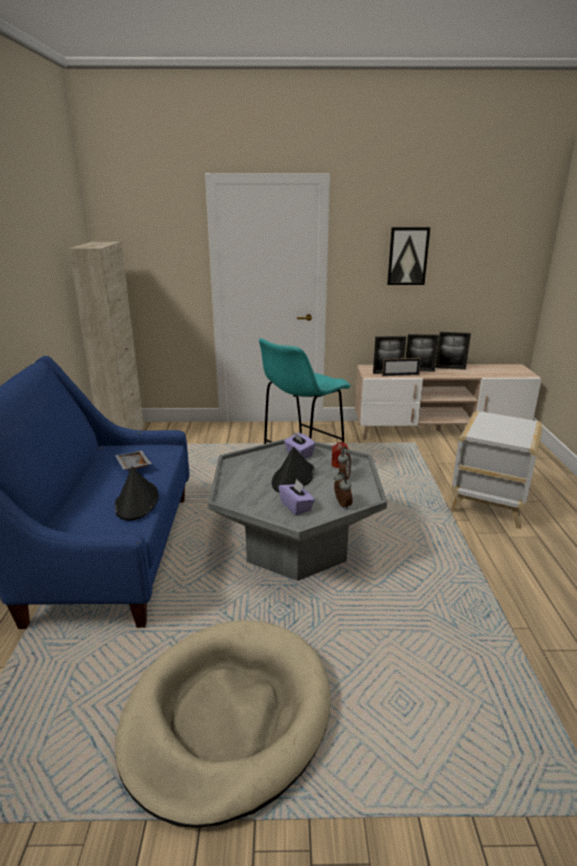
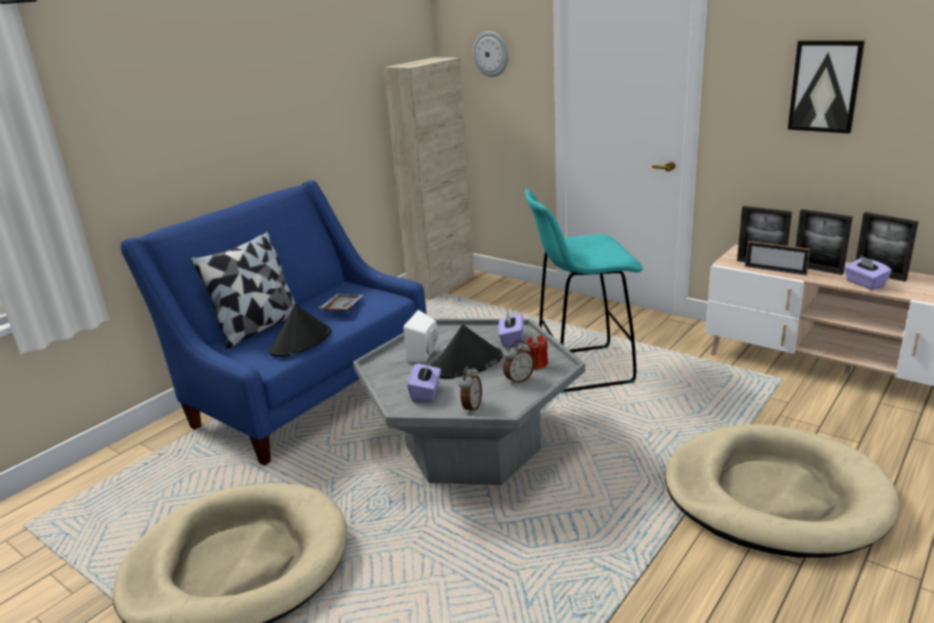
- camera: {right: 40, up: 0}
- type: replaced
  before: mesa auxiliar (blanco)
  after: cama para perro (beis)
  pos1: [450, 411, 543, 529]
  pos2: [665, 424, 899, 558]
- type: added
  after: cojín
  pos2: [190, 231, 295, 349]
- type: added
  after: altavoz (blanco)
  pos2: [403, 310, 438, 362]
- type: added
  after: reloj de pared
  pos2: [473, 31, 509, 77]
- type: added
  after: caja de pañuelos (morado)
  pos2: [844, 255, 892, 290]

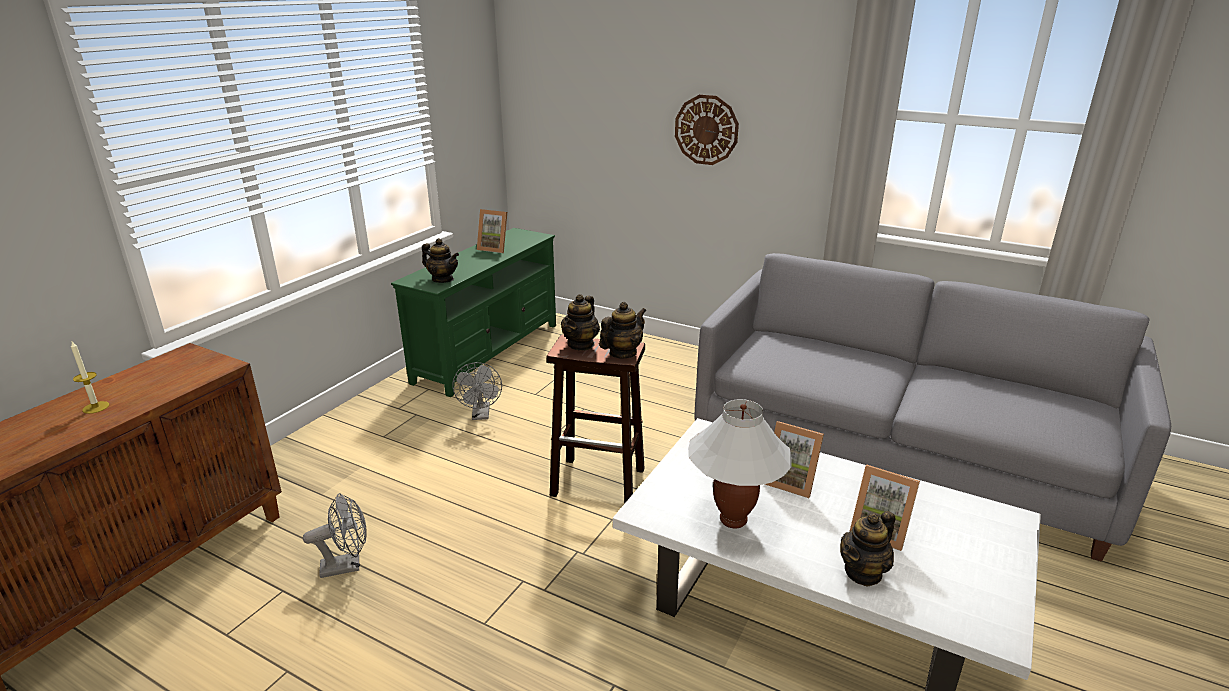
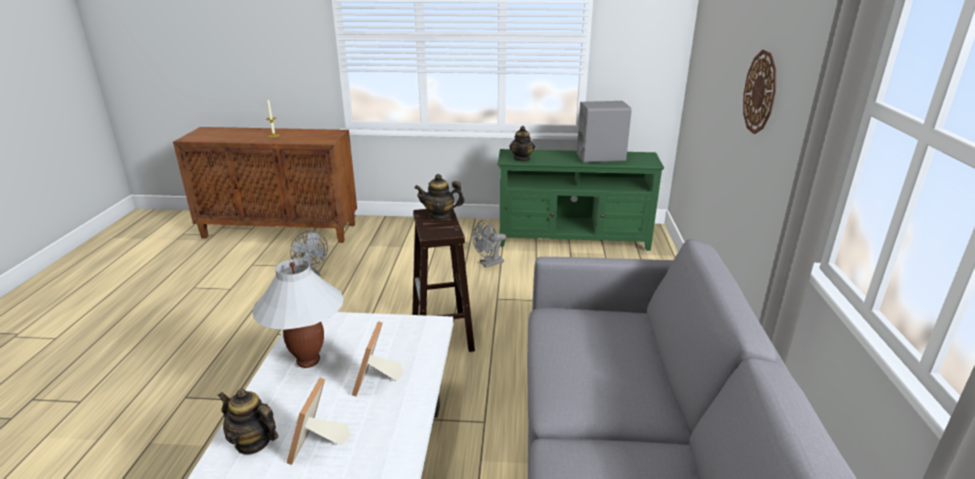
- camera: {right: 65, up: 0}
- type: replaced
  before: portarretratos
  after: altavoz (gris)
  pos1: [477, 209, 507, 253]
  pos2: [577, 101, 632, 163]
- type: removed
  before: tetera
  pos1: [599, 302, 647, 358]

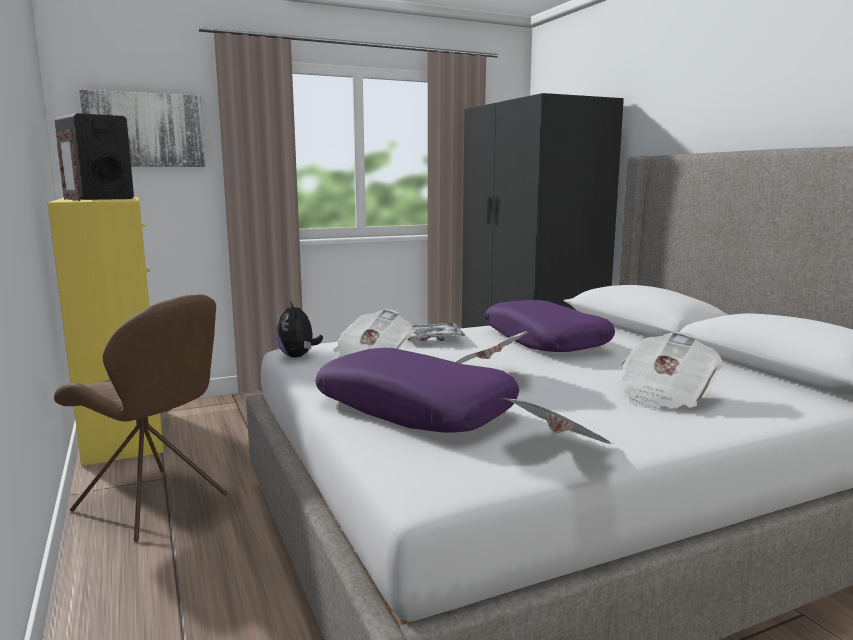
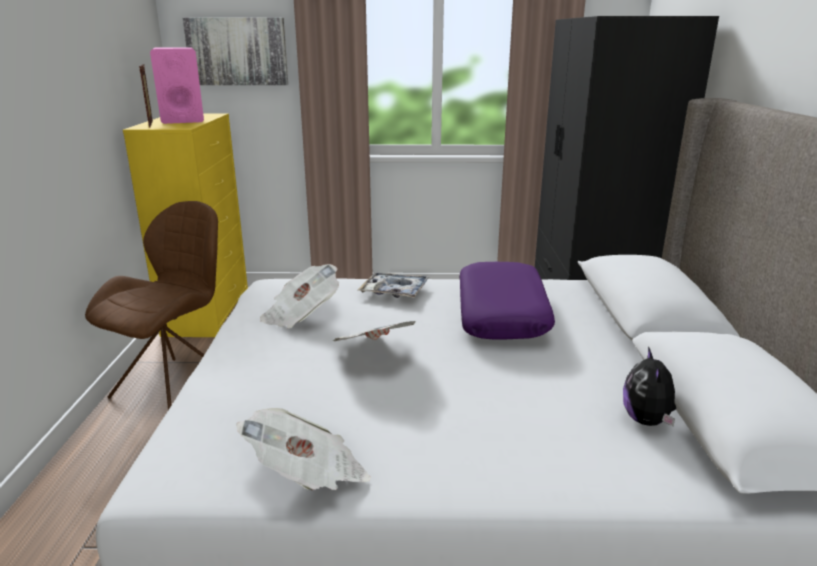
- camera: {right: 25, up: 10}
- type: turned
  before: silla (marrón)
  pos1: [54, 294, 227, 542]
  pos2: [85, 201, 218, 410]
  turn: -120
- type: recoloured
  before: altavoz (negro)
  after: altavoz (rosa)
  pos1: [55, 113, 134, 200]
  pos2: [150, 48, 204, 124]
- type: moved
  before: peluche
  pos1: [276, 301, 323, 357]
  pos2: [623, 346, 676, 426]
- type: removed
  before: cojín (morado)
  pos1: [315, 348, 519, 433]
- type: removed
  before: periódico
  pos1: [622, 332, 723, 408]

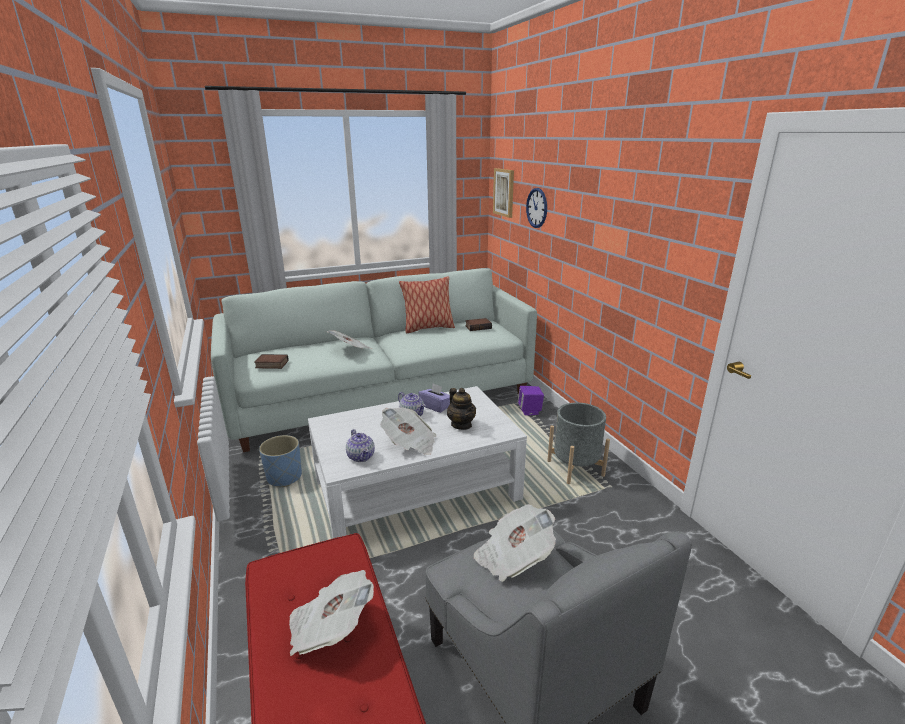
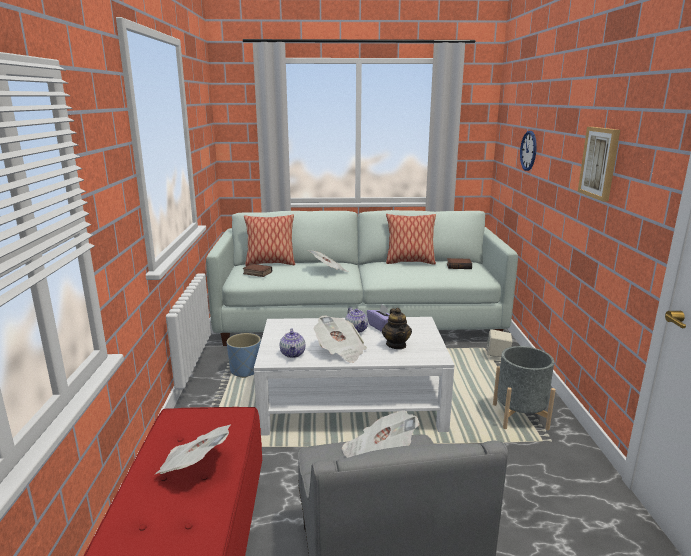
- camera: {right: 20, up: -5}
- type: moved
  before: cuadro
  pos1: [493, 168, 514, 218]
  pos2: [578, 127, 620, 202]
- type: recoloured
  before: altavoz (morado)
  after: altavoz (beis)
  pos1: [518, 386, 544, 416]
  pos2: [487, 329, 512, 361]
- type: added
  after: cojín
  pos2: [244, 215, 295, 266]

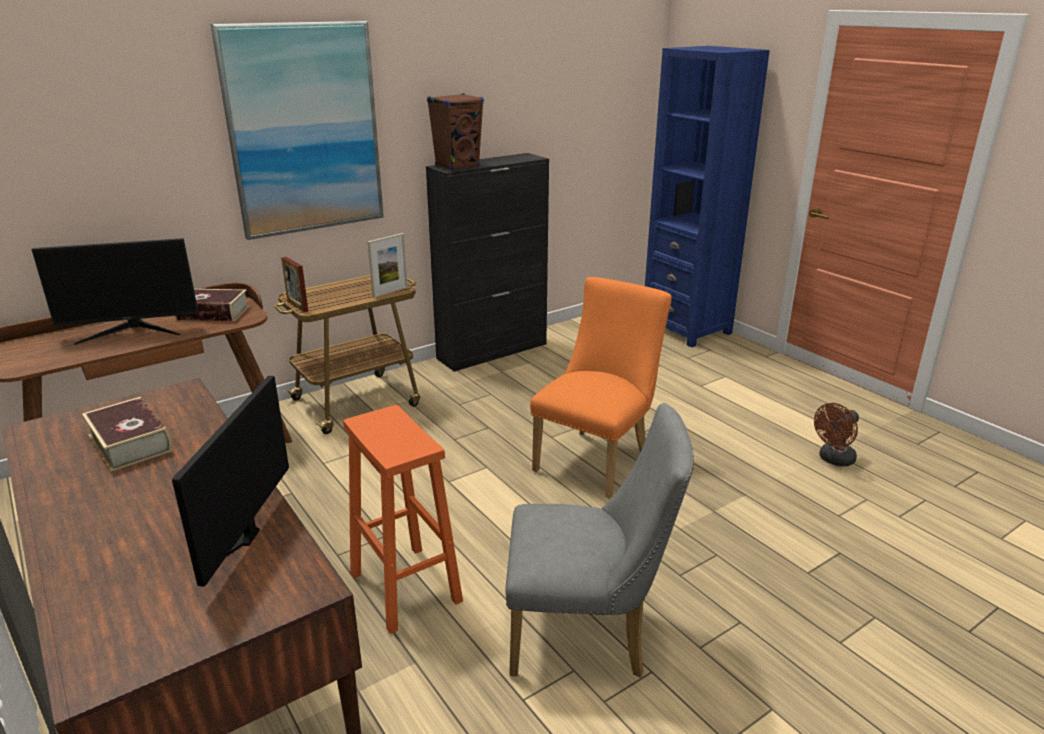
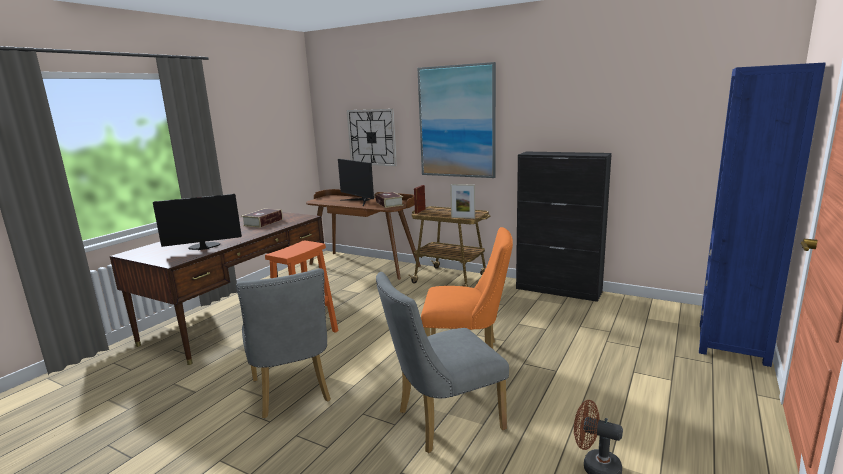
- camera: {right: 65, up: -10}
- type: removed
  before: altavoz (marrón)
  pos1: [427, 93, 484, 171]
- type: added
  after: reloj de pared
  pos2: [347, 109, 397, 166]
- type: added
  after: silla (gris)
  pos2: [376, 272, 509, 453]

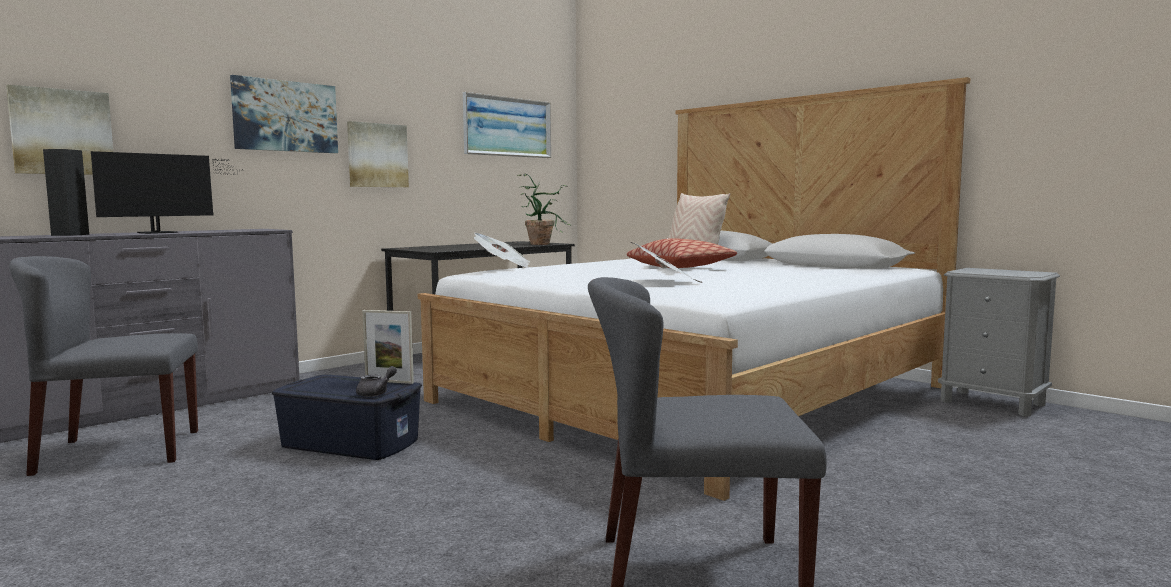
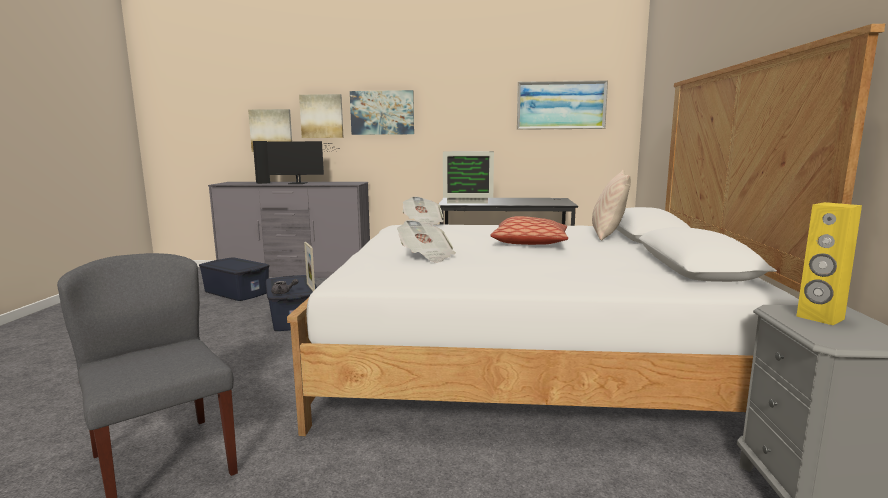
- camera: {right: 50, up: 5}
- type: replaced
  before: silla (gris)
  after: caja de almacenaje (azul)
  pos1: [9, 256, 198, 476]
  pos2: [199, 257, 270, 301]
- type: moved
  before: cuadro
  pos1: [347, 121, 409, 187]
  pos2: [299, 94, 343, 138]
- type: removed
  before: planta en maceta
  pos1: [517, 174, 572, 245]
- type: added
  after: monitor
  pos2: [443, 151, 494, 204]
- type: added
  after: altavoz (amarillo)
  pos2: [796, 202, 862, 325]

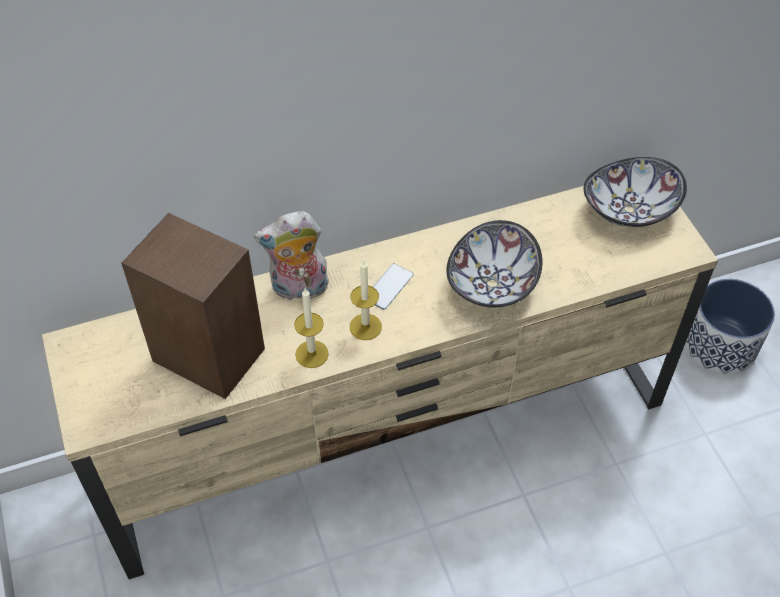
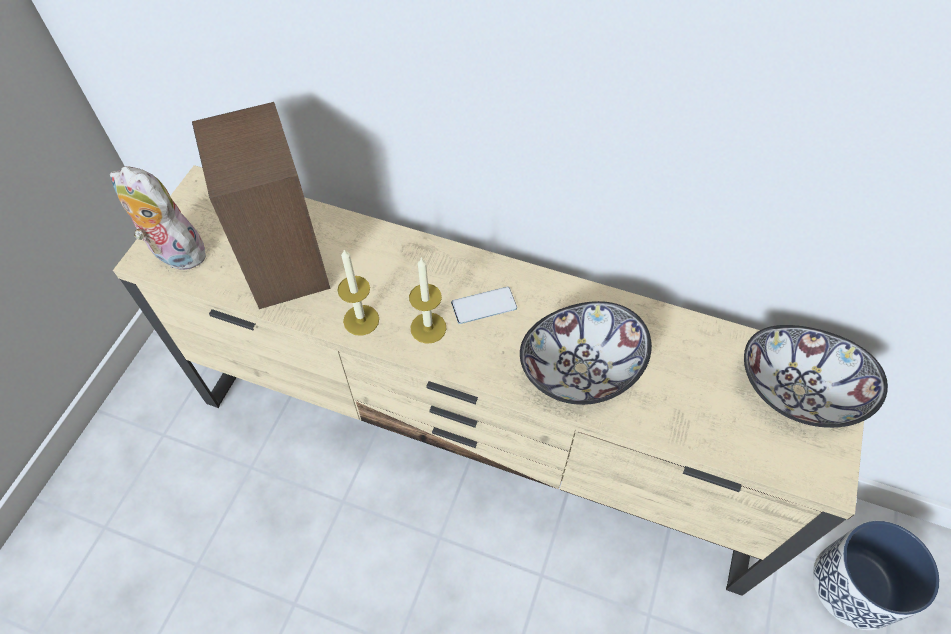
- camera: {right: 40, up: 5}
- type: moved
  before: peluche
  pos1: [254, 211, 329, 300]
  pos2: [110, 167, 206, 270]

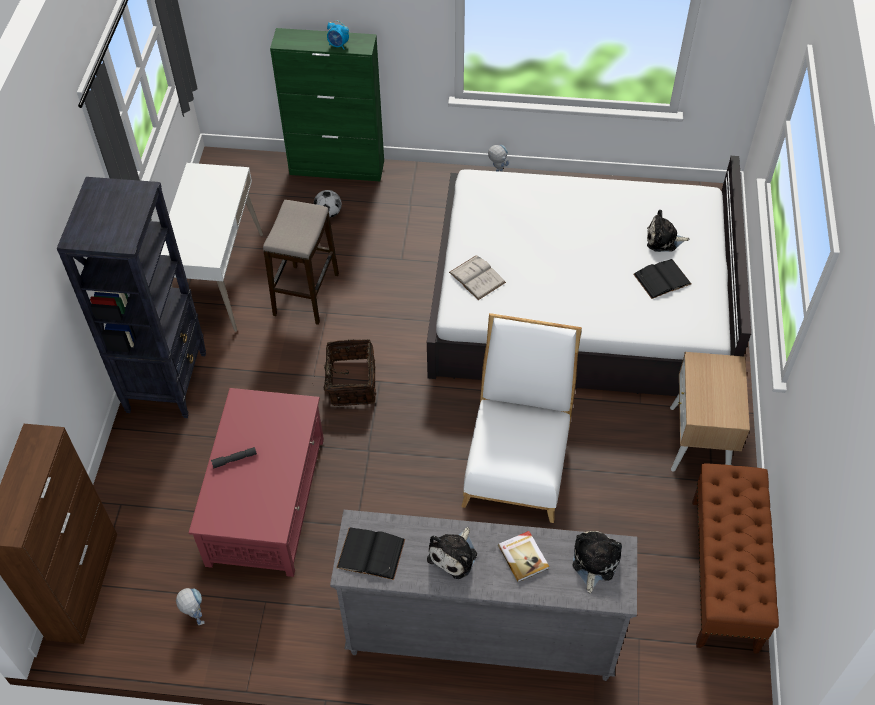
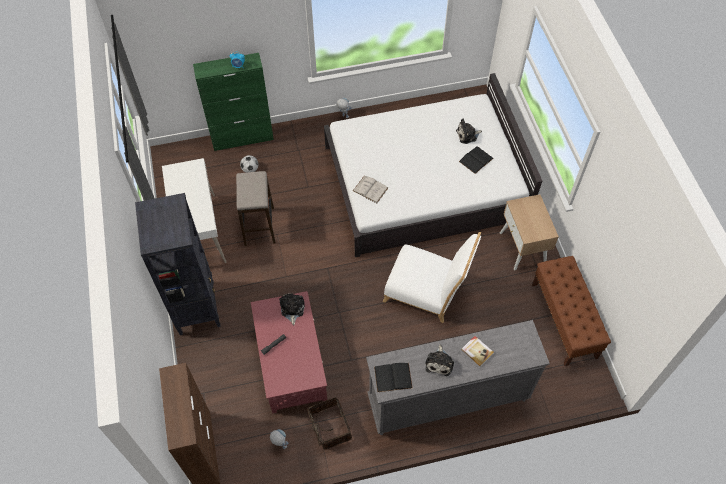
- camera: {right: -20, up: 5}
- type: moved
  before: cesta
  pos1: [312, 339, 376, 406]
  pos2: [307, 397, 352, 449]
- type: turned
  before: silla (blanco)
  pos1: [461, 313, 582, 523]
  pos2: [383, 232, 481, 323]
  turn: 120
- type: moved
  before: peluche
  pos1: [572, 531, 622, 593]
  pos2: [279, 293, 305, 325]

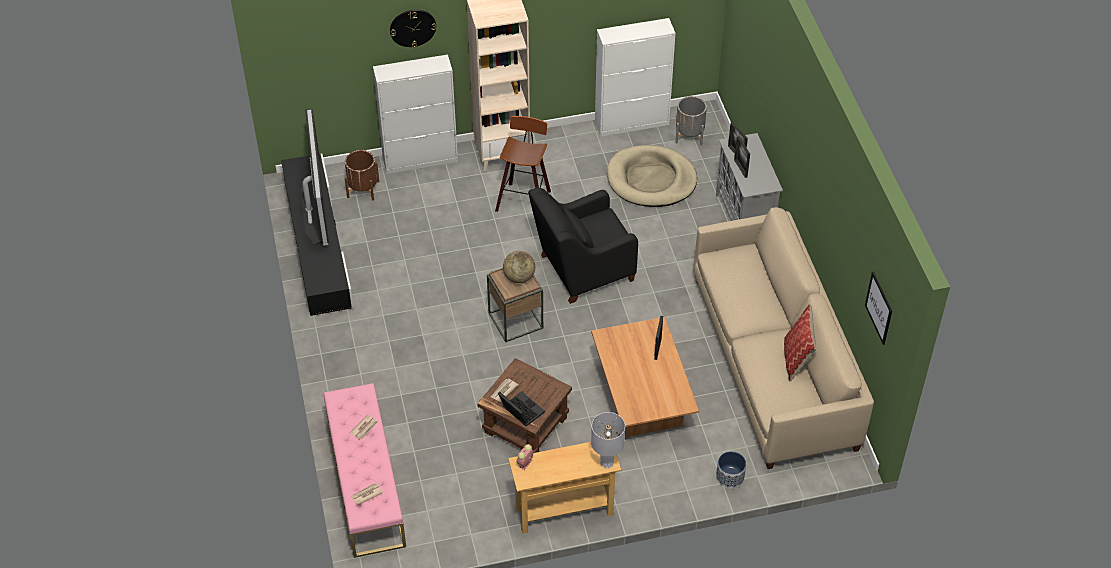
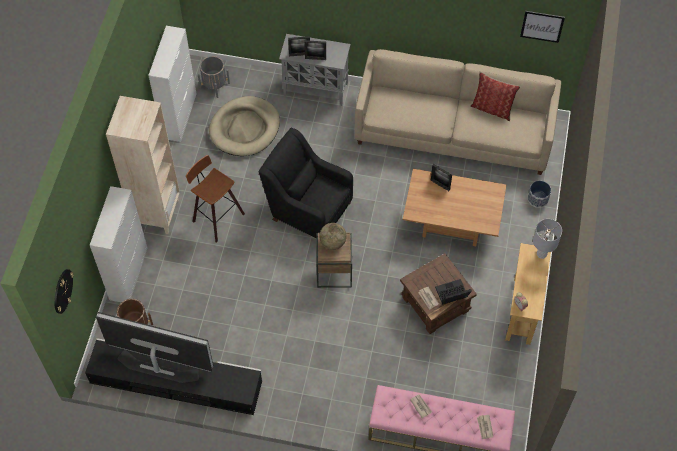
- camera: {right: -65, up: 10}
- type: moved
  before: reloj de pared
  pos1: [390, 10, 436, 48]
  pos2: [54, 269, 74, 314]
- type: turned
  before: sillón (negro)
  pos1: [528, 188, 638, 304]
  pos2: [258, 128, 353, 239]
  turn: 120

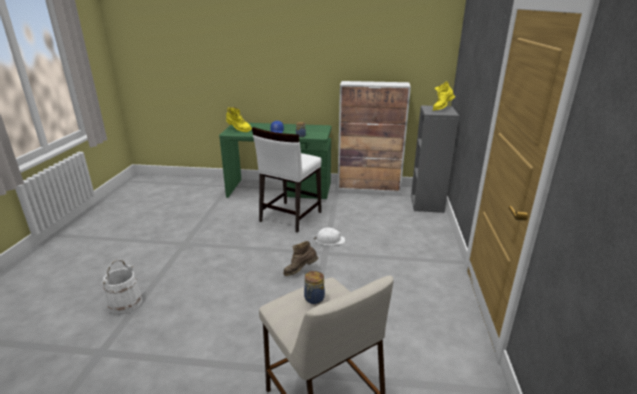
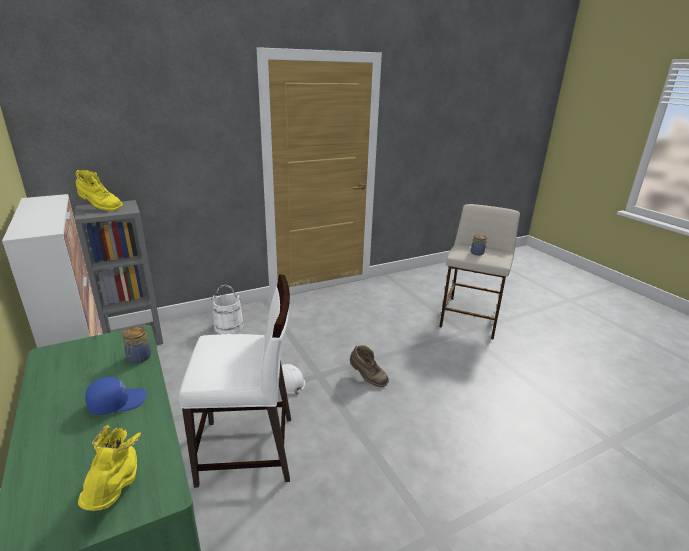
- camera: {right: -125, up: 0}
- type: moved
  before: cubo (blanco)
  pos1: [102, 259, 143, 315]
  pos2: [210, 285, 244, 334]

